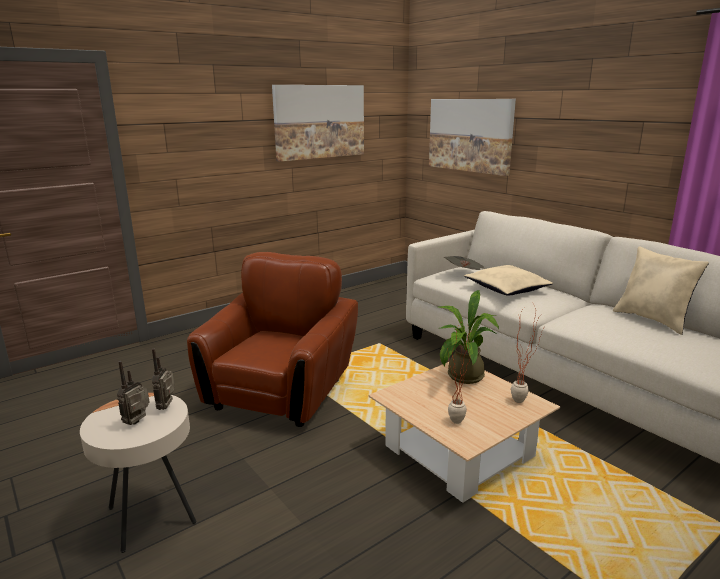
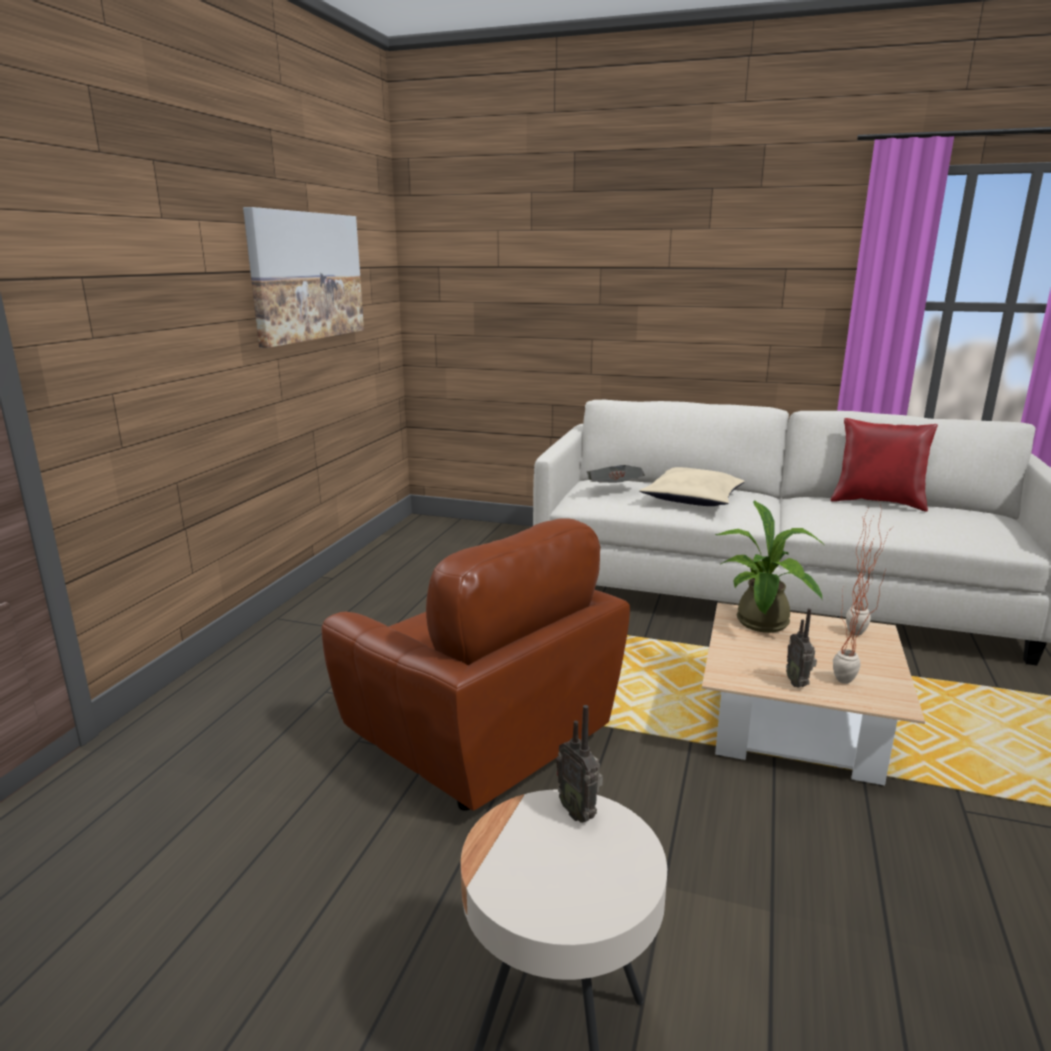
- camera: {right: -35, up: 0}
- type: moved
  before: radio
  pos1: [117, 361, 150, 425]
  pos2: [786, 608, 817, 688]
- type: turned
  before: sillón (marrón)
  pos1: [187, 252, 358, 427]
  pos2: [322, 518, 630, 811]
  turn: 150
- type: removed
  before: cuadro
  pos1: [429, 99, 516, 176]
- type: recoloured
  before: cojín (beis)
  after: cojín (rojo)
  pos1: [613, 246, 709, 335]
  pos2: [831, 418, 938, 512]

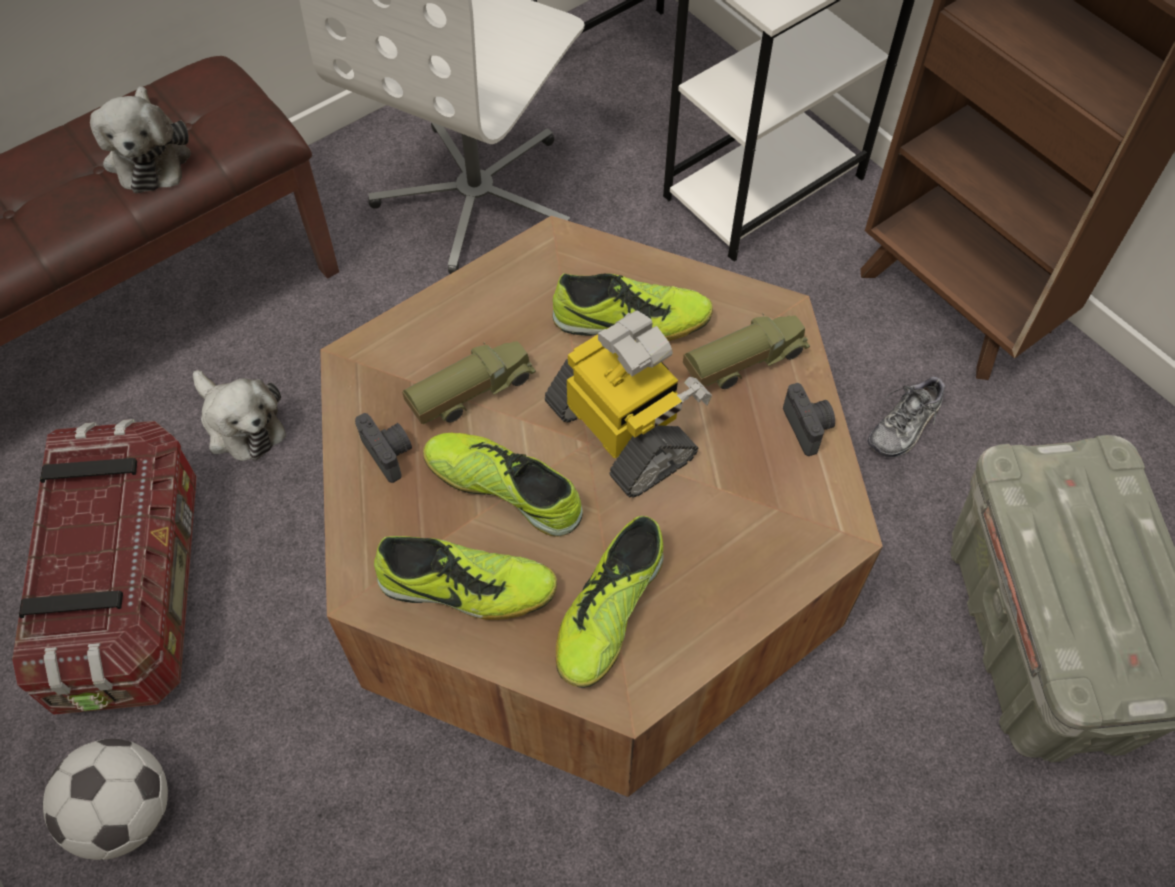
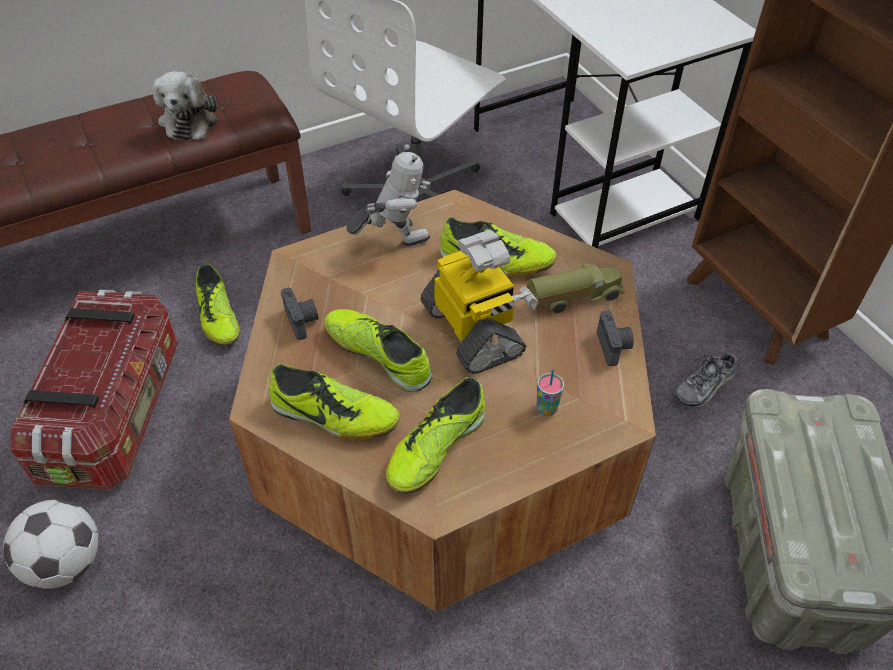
- camera: {right: 10, up: -10}
- type: replaced
  before: peluche
  after: zapato
  pos1: [193, 370, 286, 461]
  pos2: [196, 264, 240, 345]
- type: removed
  before: camión de juguete
  pos1: [402, 341, 536, 424]
- type: added
  after: robot de juguete
  pos2: [346, 144, 431, 246]
- type: added
  after: taza
  pos2: [536, 369, 564, 416]

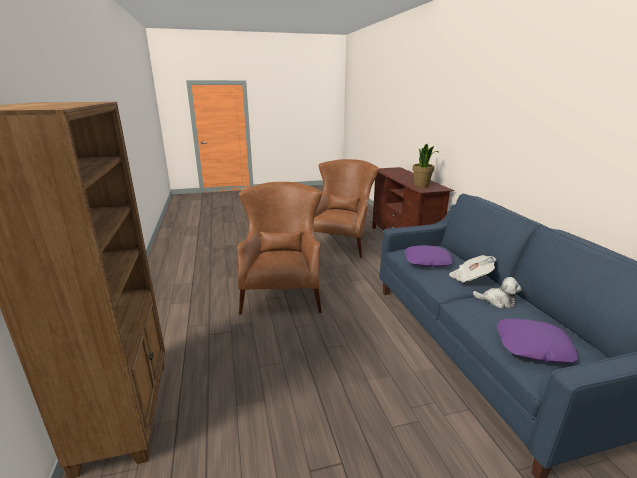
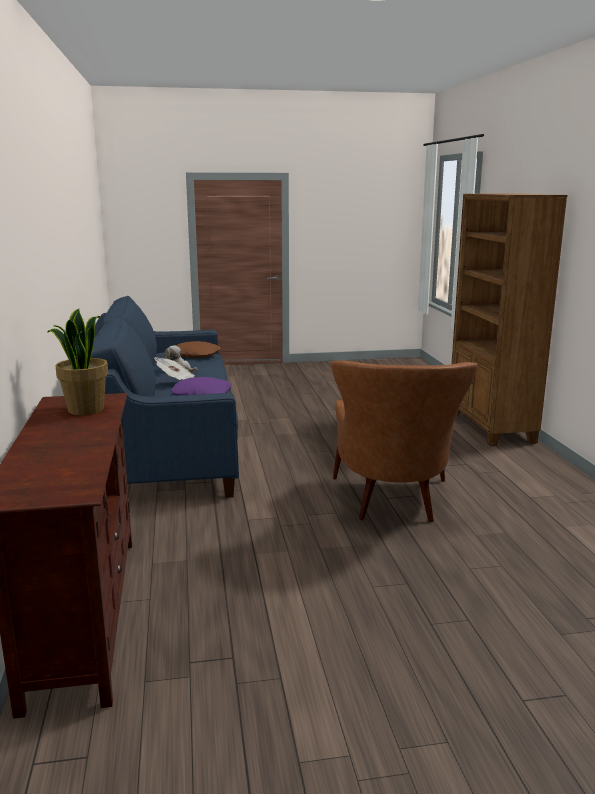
- camera: {right: -175, up: -5}
- type: removed
  before: sillón (marrón)
  pos1: [314, 159, 379, 258]
- type: recoloured
  before: cojín (morado)
  after: cojín (marrón)
  pos1: [497, 318, 578, 363]
  pos2: [175, 341, 221, 358]

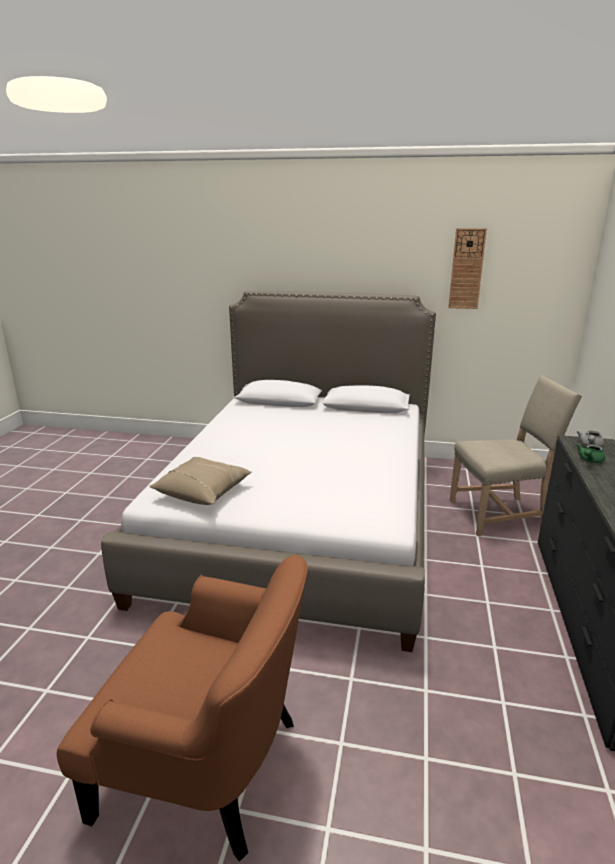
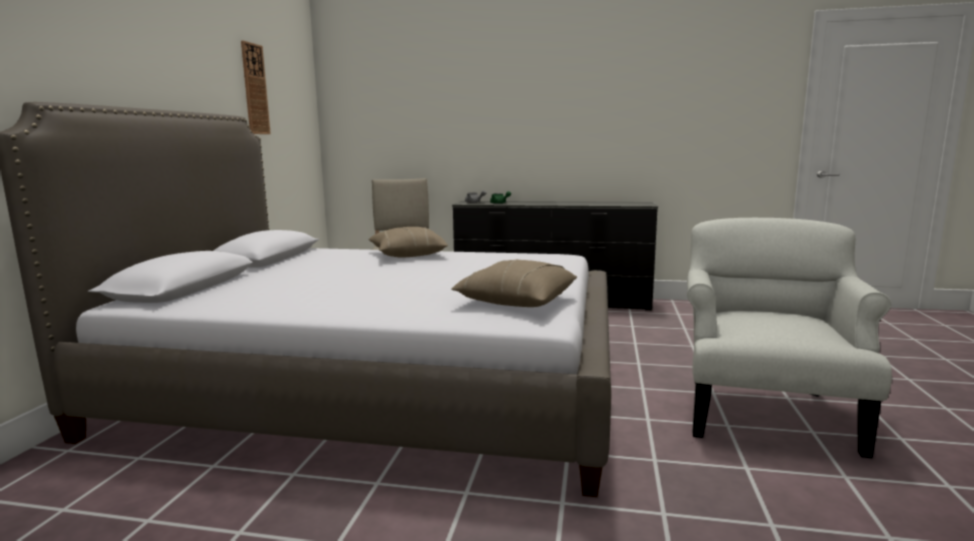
- camera: {right: -90, up: -10}
- type: recoloured
  before: sillón (marrón)
  after: sillón (blanco)
  pos1: [57, 555, 308, 862]
  pos2: [687, 218, 892, 458]
- type: added
  after: cojín (beis)
  pos2: [368, 227, 448, 258]

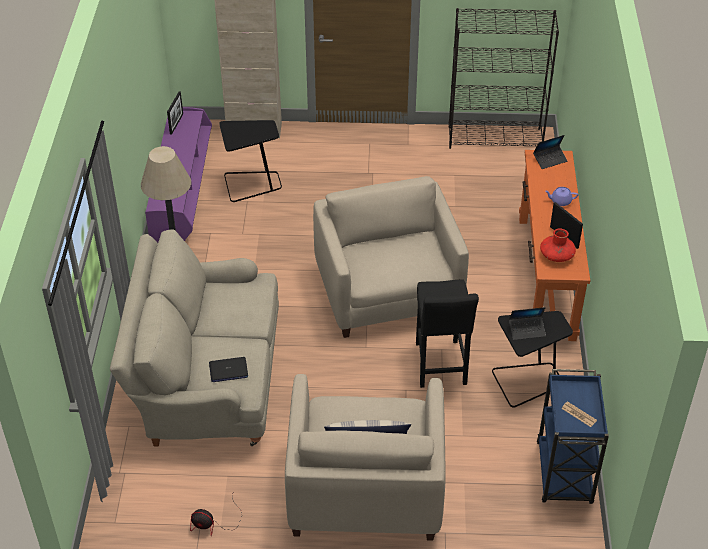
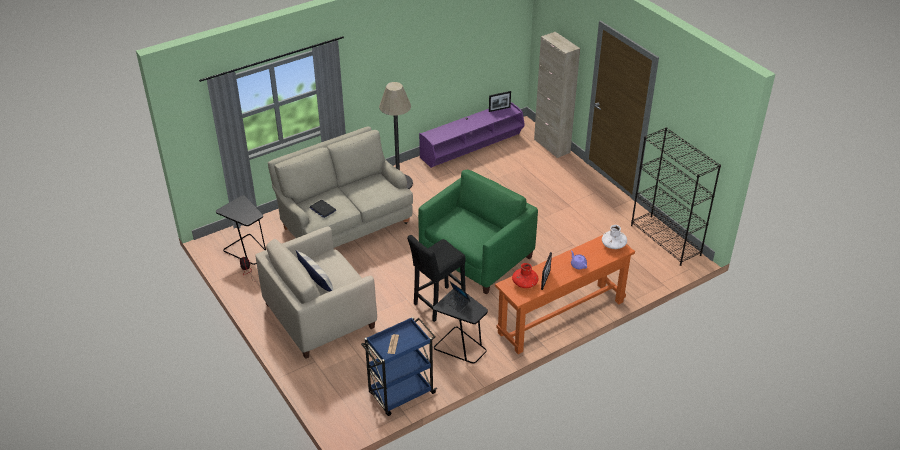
- camera: {right: 55, up: -5}
- type: moved
  before: mesa auxiliar (negro)
  pos1: [219, 120, 282, 202]
  pos2: [216, 195, 266, 265]
- type: recoloured
  before: sillón (beis)
  after: sillón (verde)
  pos1: [313, 176, 469, 338]
  pos2: [418, 170, 538, 295]
- type: replaced
  before: portátil
  after: florero (blanco)
  pos1: [533, 135, 567, 169]
  pos2: [602, 225, 627, 249]

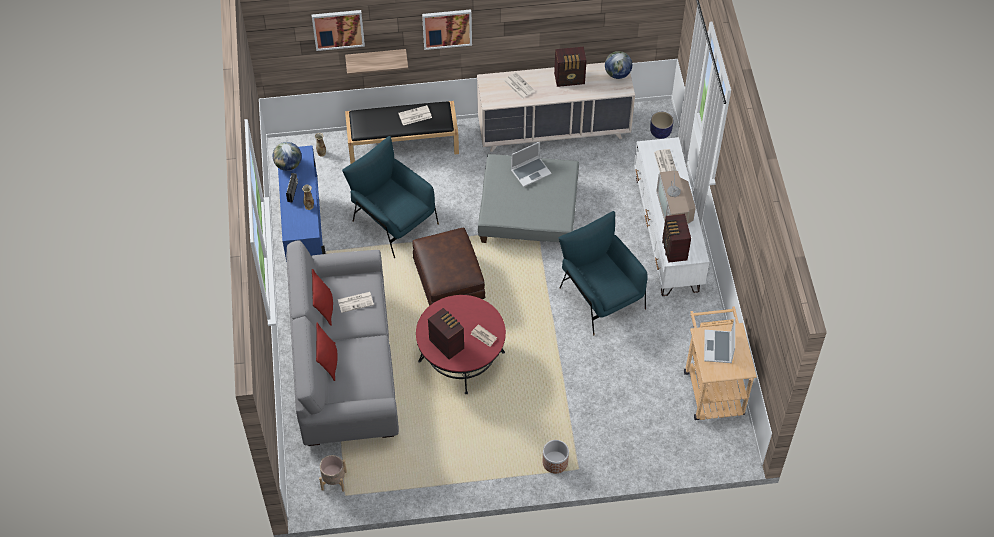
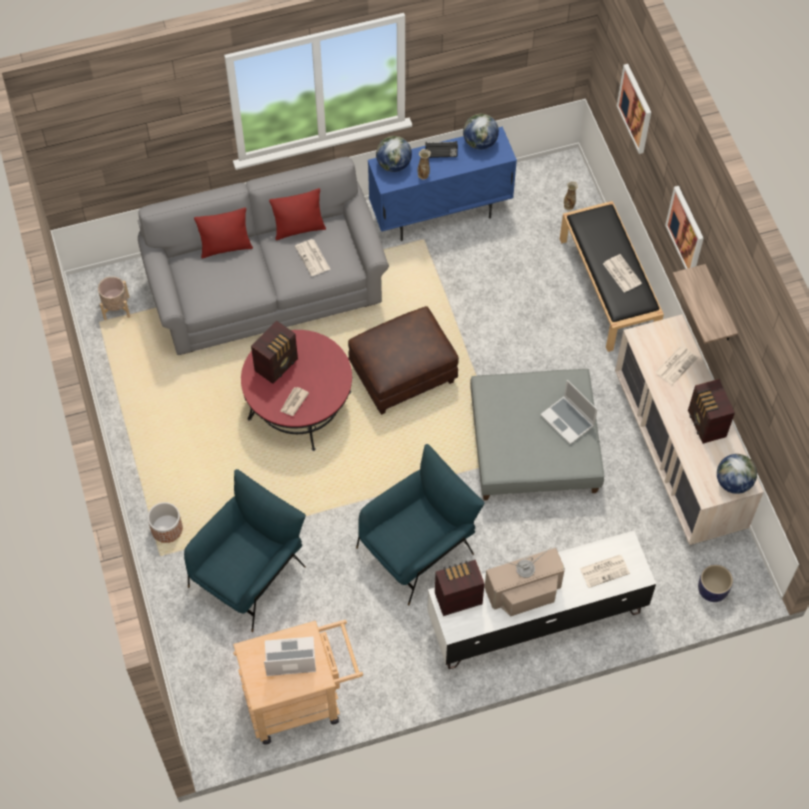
- camera: {right: 80, up: 5}
- type: moved
  before: sillón (azul)
  pos1: [342, 136, 439, 258]
  pos2: [184, 469, 306, 632]
- type: moved
  before: estante
  pos1: [345, 49, 408, 75]
  pos2: [673, 264, 738, 344]
- type: added
  after: globo terráqueo
  pos2: [376, 136, 412, 172]

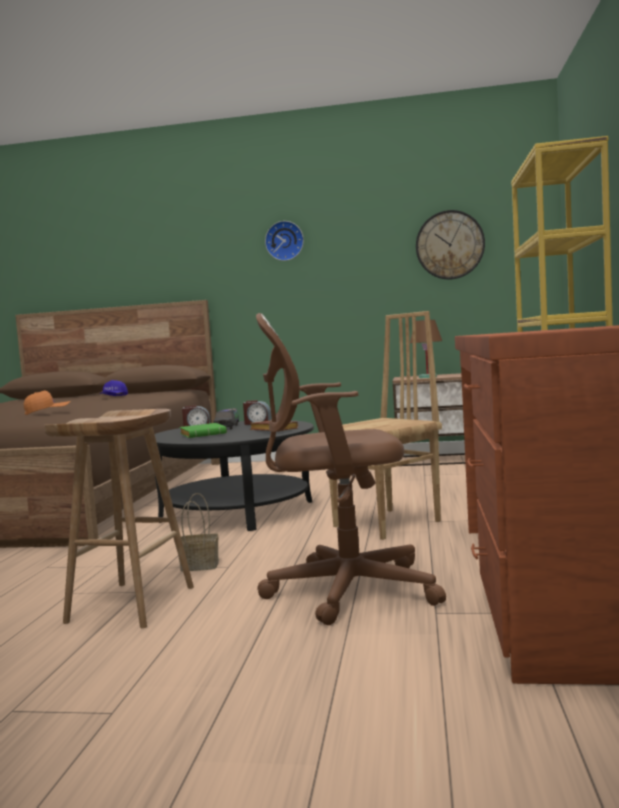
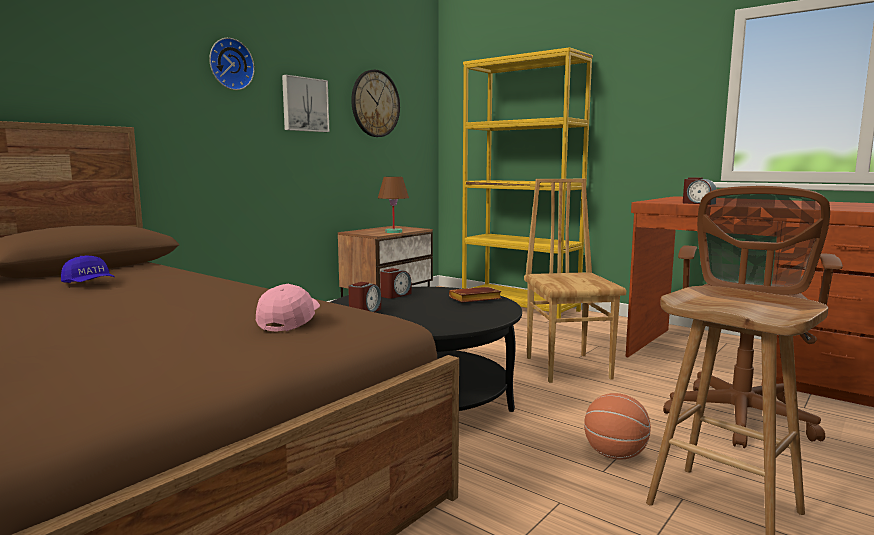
- camera: {right: -60, up: 5}
- type: recoloured
  before: gorra (naranja)
  after: gorra (rosa)
  pos1: [24, 391, 71, 415]
  pos2: [256, 284, 320, 332]
- type: replaced
  before: cesta
  after: balón de baloncesto
  pos1: [178, 493, 219, 571]
  pos2: [584, 393, 651, 460]
- type: removed
  before: libro (verde)
  pos1: [180, 423, 227, 438]
- type: removed
  before: camión de juguete
  pos1: [213, 408, 239, 429]
- type: added
  after: cuadro
  pos2: [282, 75, 329, 132]
- type: added
  after: despertador
  pos2: [683, 177, 717, 204]

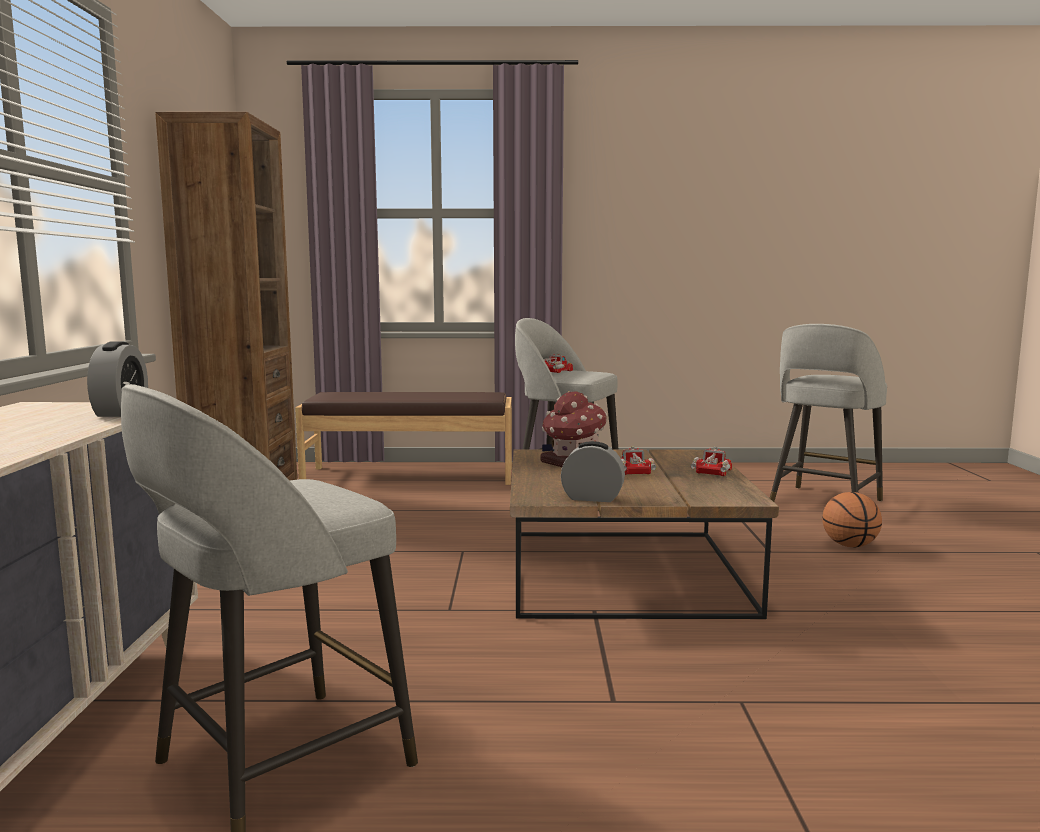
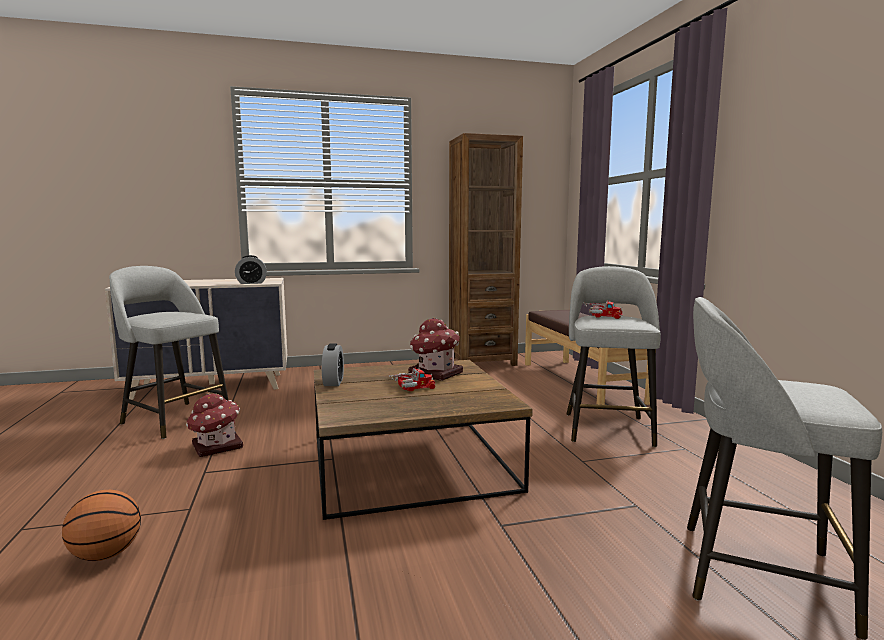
- camera: {right: 75, up: 0}
- type: removed
  before: camión de juguete
  pos1: [690, 447, 732, 476]
- type: moved
  before: balón de baloncesto
  pos1: [822, 492, 882, 547]
  pos2: [62, 490, 141, 561]
- type: added
  after: casita
  pos2: [186, 393, 243, 457]

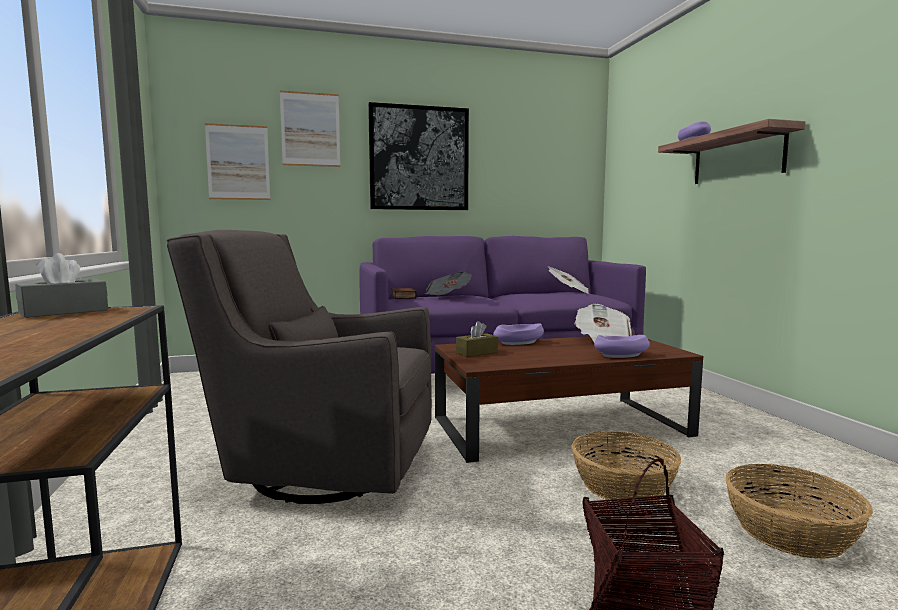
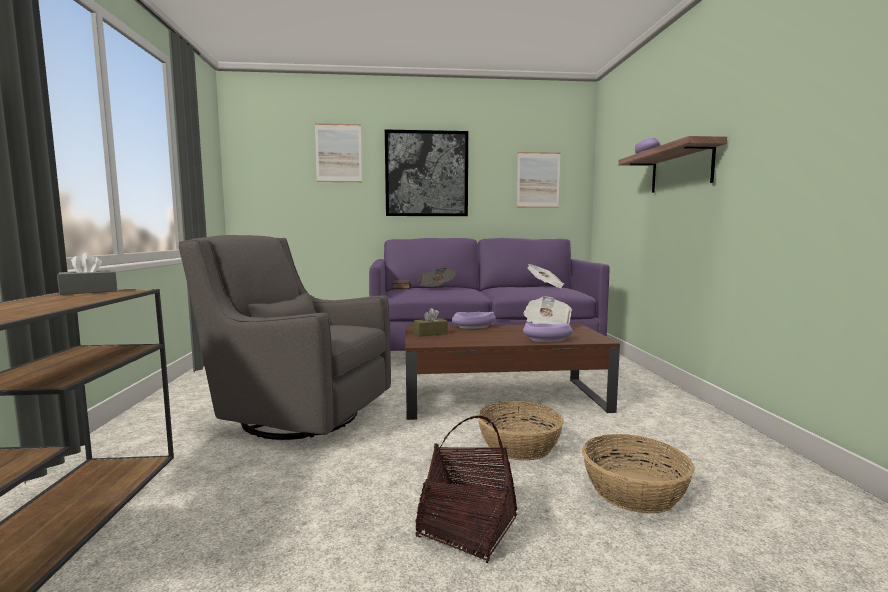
- camera: {right: 10, up: 0}
- type: moved
  before: cuadro
  pos1: [205, 123, 271, 200]
  pos2: [517, 152, 561, 208]

